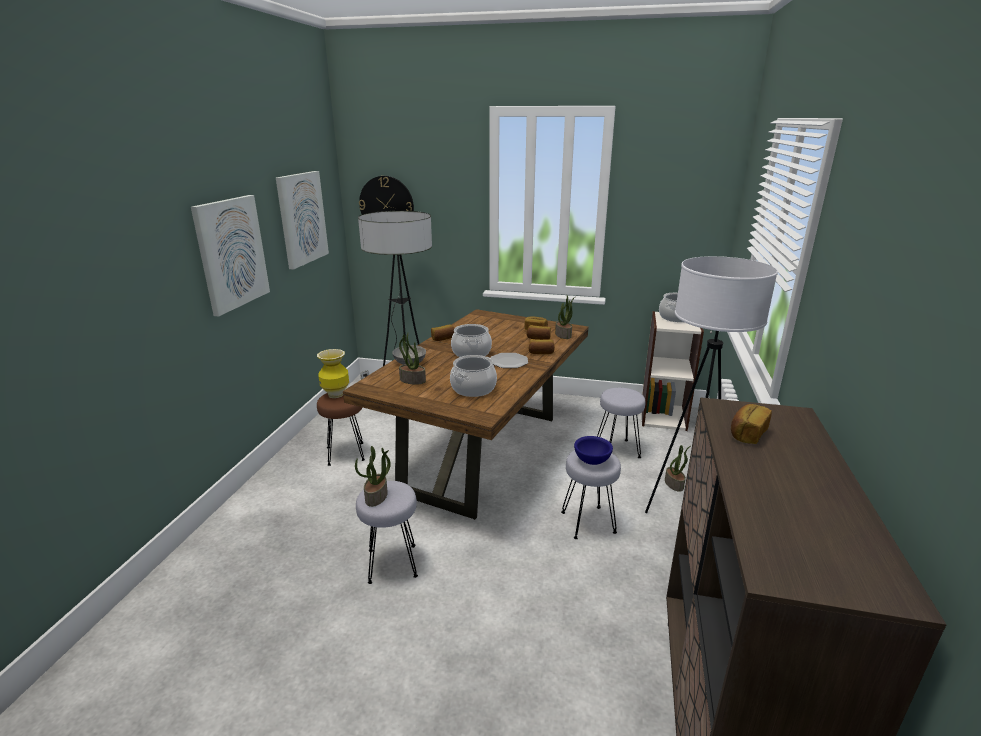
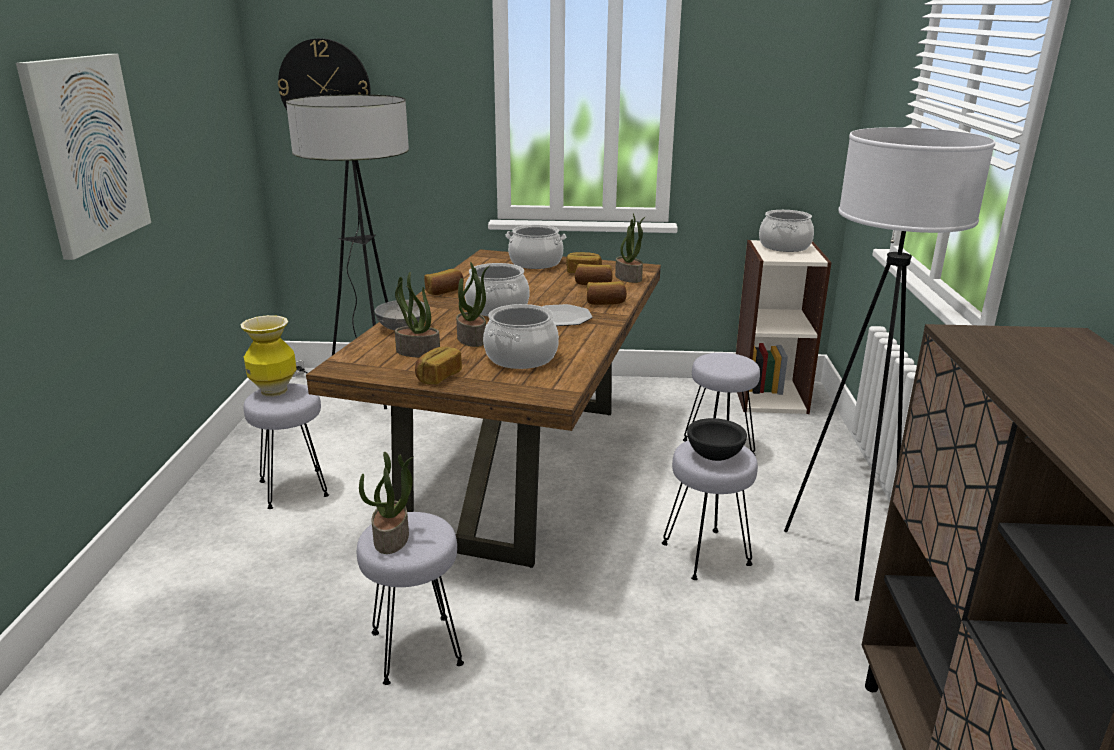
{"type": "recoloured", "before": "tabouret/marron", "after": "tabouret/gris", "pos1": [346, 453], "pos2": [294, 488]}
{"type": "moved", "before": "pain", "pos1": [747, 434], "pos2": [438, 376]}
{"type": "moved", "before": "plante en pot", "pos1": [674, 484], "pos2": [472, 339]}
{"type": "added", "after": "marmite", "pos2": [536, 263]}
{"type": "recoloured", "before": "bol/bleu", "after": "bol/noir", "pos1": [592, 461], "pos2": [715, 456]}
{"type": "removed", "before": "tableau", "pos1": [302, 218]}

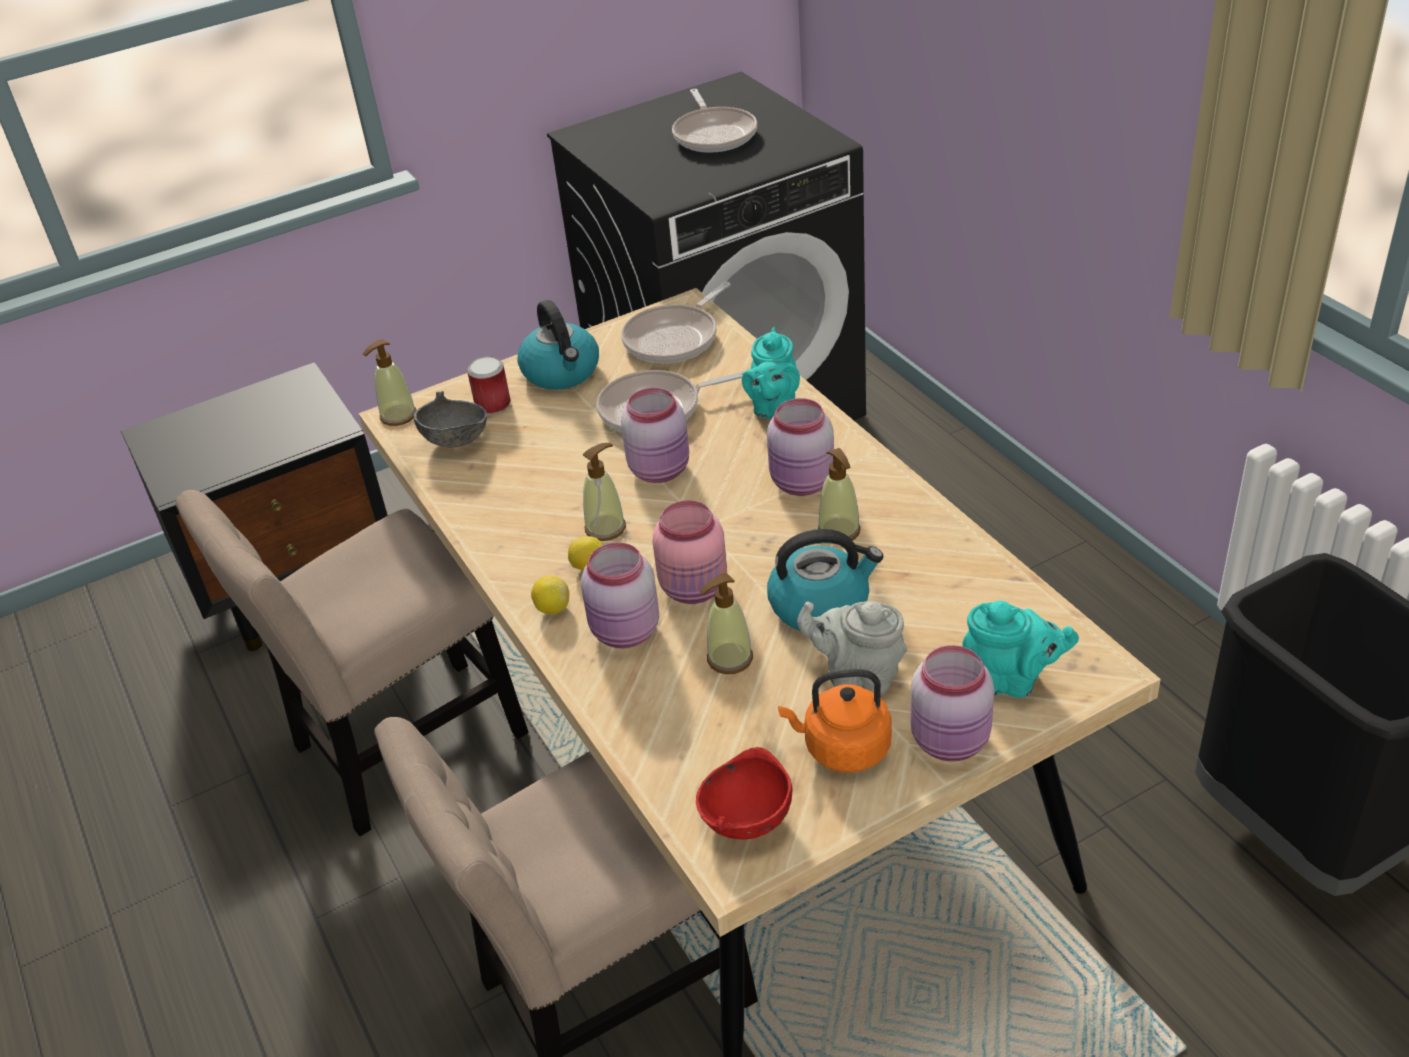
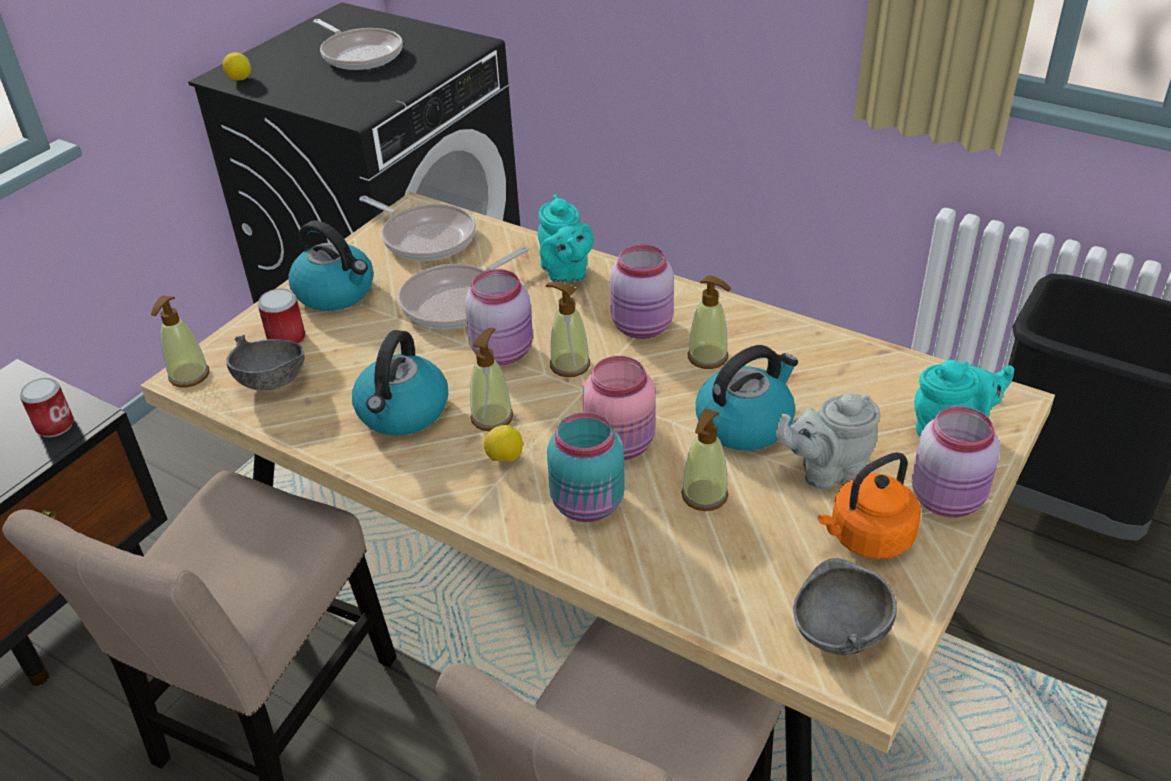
{"type": "added", "after": "boîte métallique", "pos2": [55, 426]}
{"type": "moved", "before": "citron", "pos1": [552, 608], "pos2": [239, 79]}
{"type": "added", "after": "bouilloire", "pos2": [403, 412]}
{"type": "turned", "before": "poêle", "pos1": [675, 338], "pos2": [425, 237], "turn": -60}
{"type": "added", "after": "distributeur de savon", "pos2": [569, 365]}
{"type": "recoloured", "before": "bocal/rose", "after": "bocal/turquoise", "pos1": [626, 632], "pos2": [589, 505]}
{"type": "recoloured", "before": "bol/rouge", "after": "bol/gris", "pos1": [745, 819], "pos2": [838, 633]}

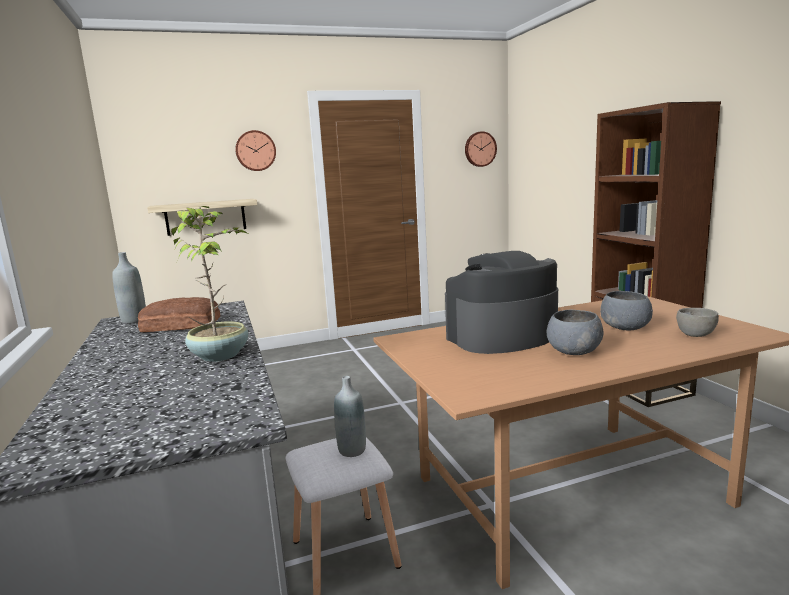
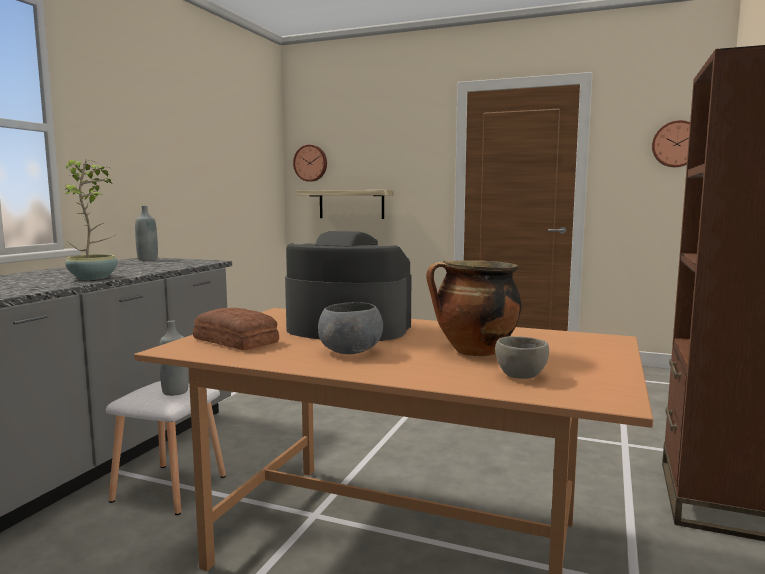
{"type": "moved", "before": "pain", "pos1": [181, 325], "pos2": [236, 340]}
{"type": "moved", "before": "horloge murale", "pos1": [255, 151], "pos2": [311, 163]}
{"type": "replaced", "before": "bol/gris", "after": "marmite", "pos1": [625, 328], "pos2": [474, 352]}

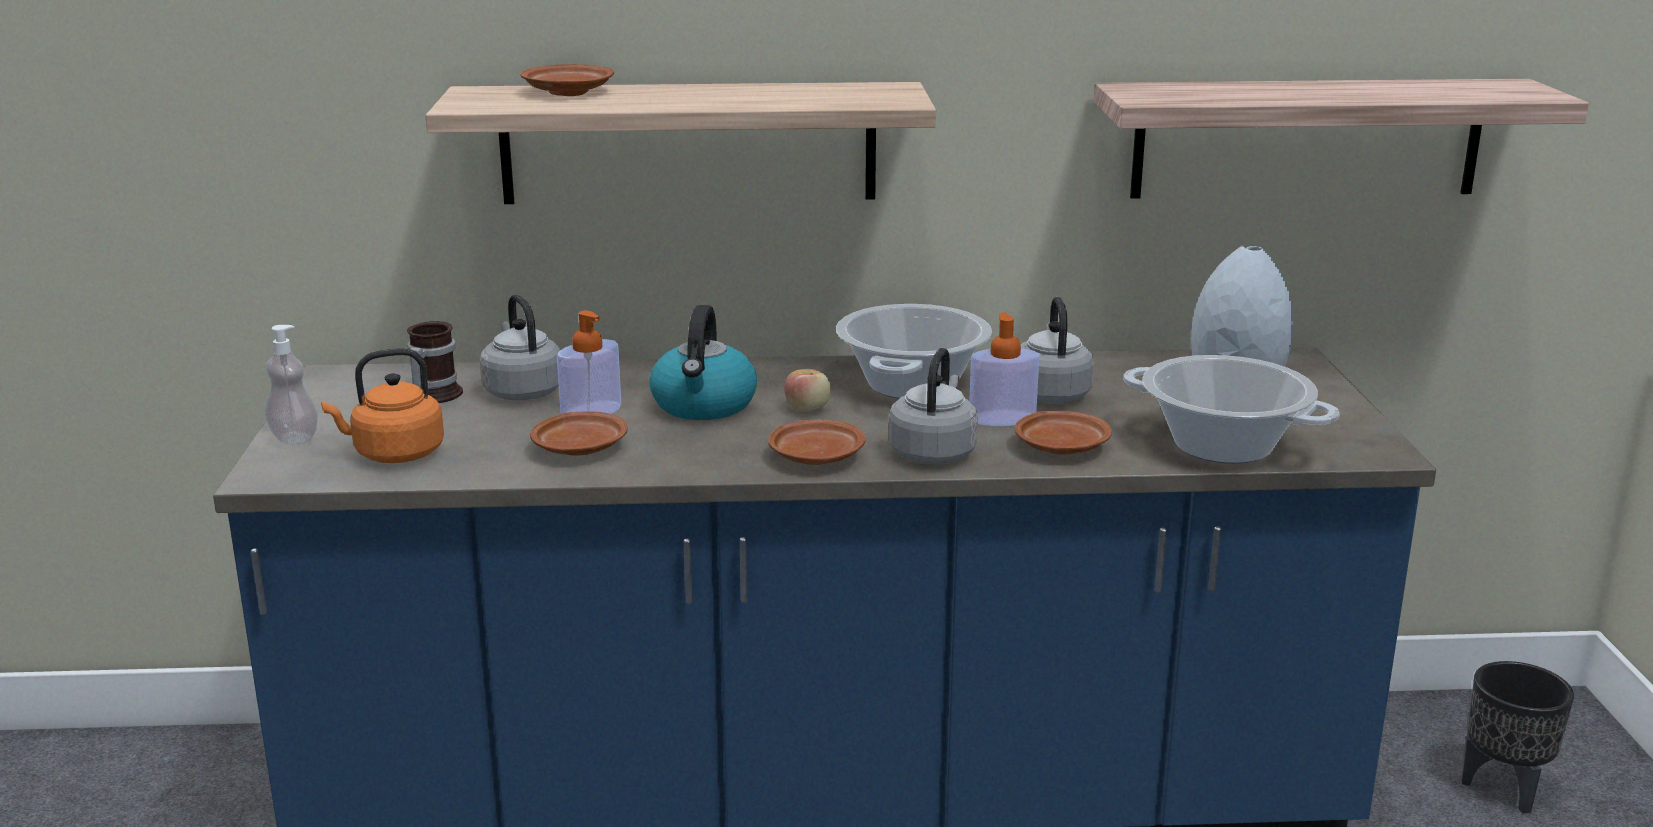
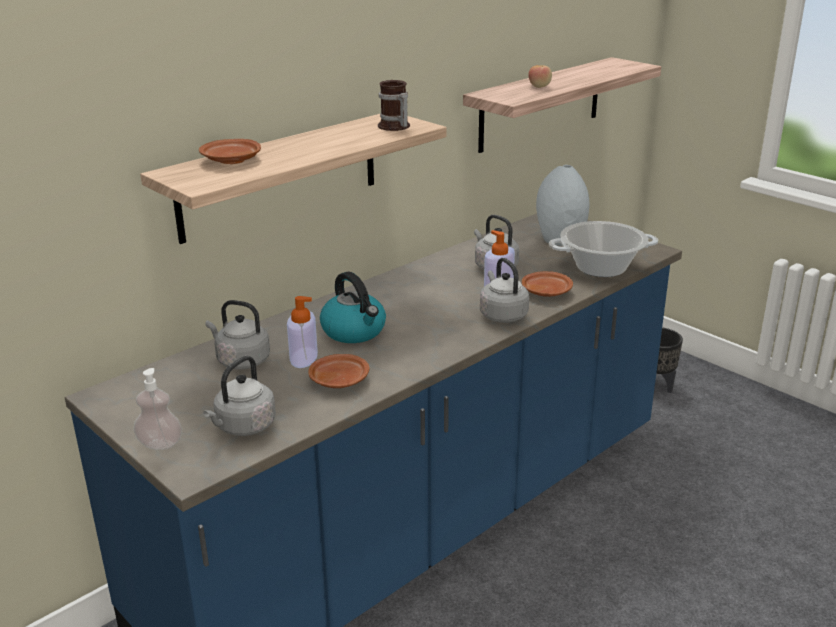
{"type": "recoloured", "before": "bouilloire/orange", "after": "bouilloire/gris", "pos1": [394, 454], "pos2": [243, 427]}
{"type": "moved", "before": "mug", "pos1": [431, 396], "pos2": [394, 127]}
{"type": "moved", "before": "pomme", "pos1": [808, 409], "pos2": [539, 86]}
{"type": "removed", "before": "assiette/marron", "pos1": [817, 457]}
{"type": "removed", "before": "marmite", "pos1": [913, 385]}

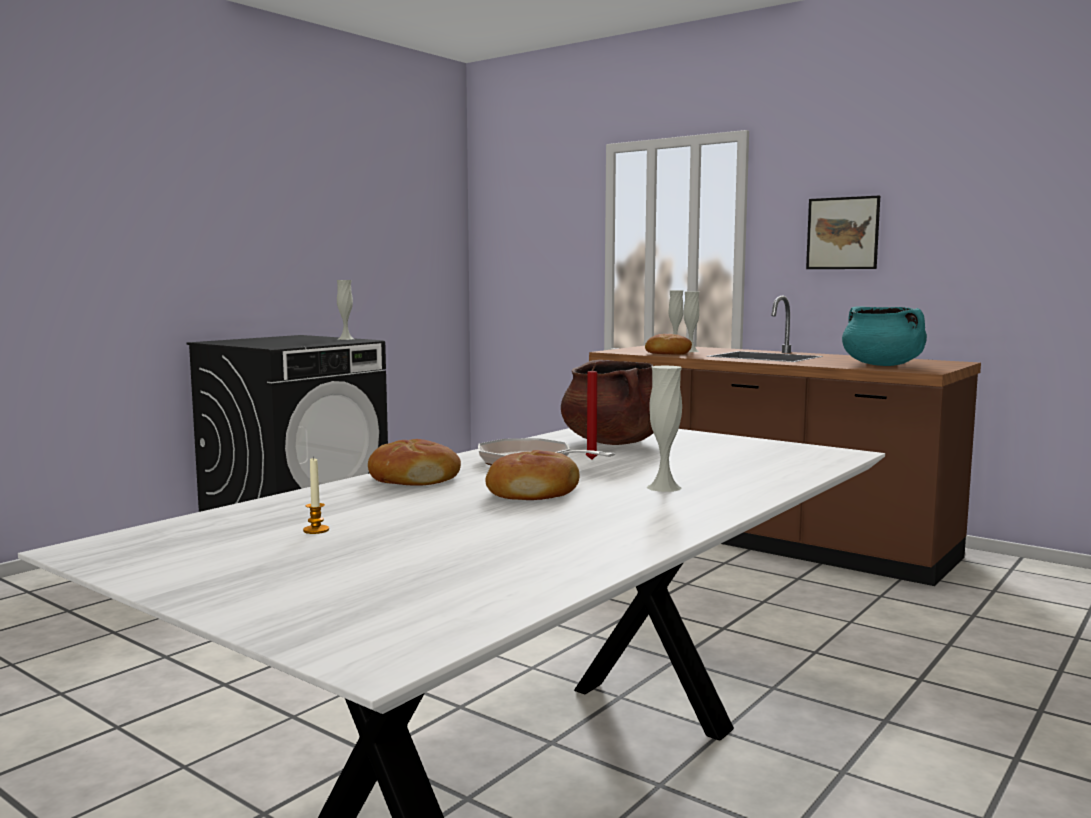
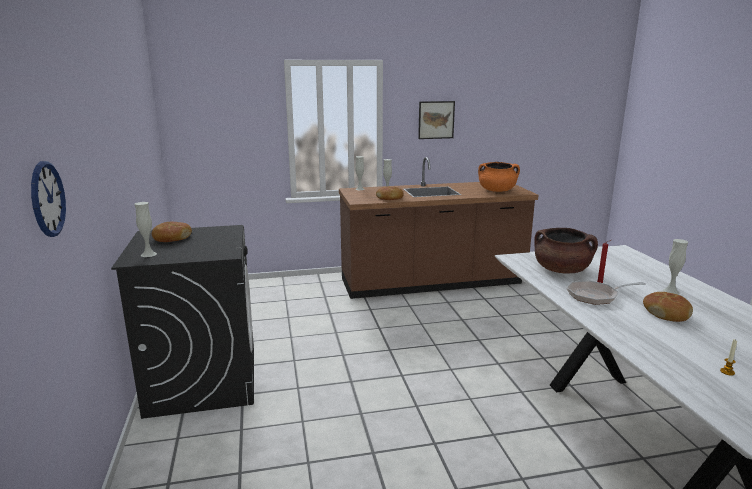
{"type": "added", "after": "horloge murale", "pos2": [47, 199]}
{"type": "moved", "before": "vase/blanc", "pos1": [346, 339], "pos2": [148, 254]}
{"type": "moved", "before": "pain", "pos1": [413, 478], "pos2": [172, 238]}
{"type": "recoloured", "before": "marmite/turquoise", "after": "marmite/orange", "pos1": [883, 365], "pos2": [497, 191]}

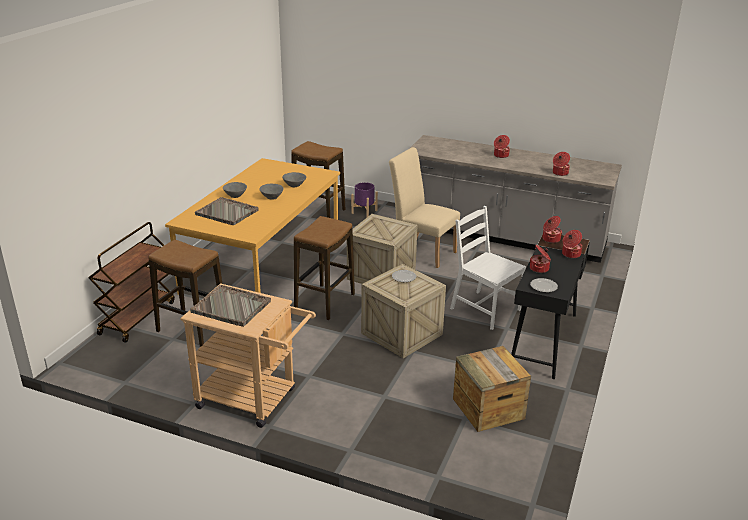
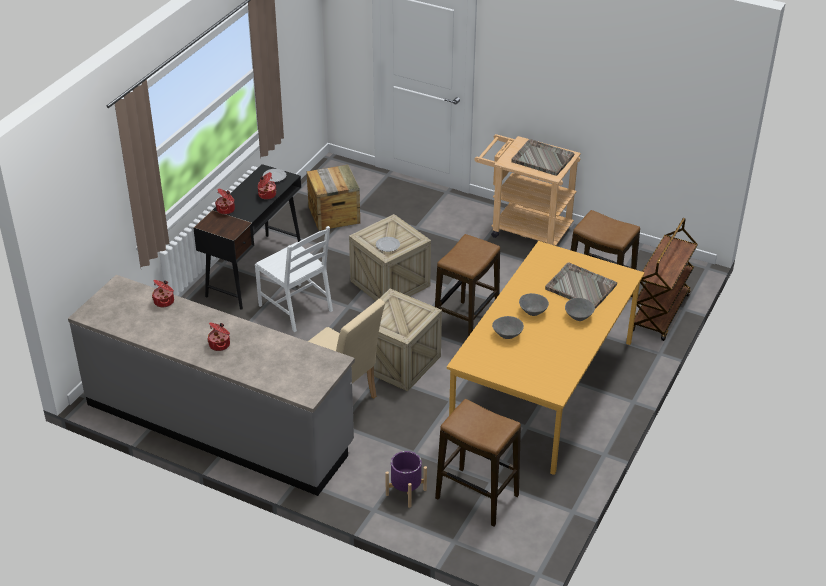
{"type": "removed", "before": "marmite", "pos1": [550, 239]}

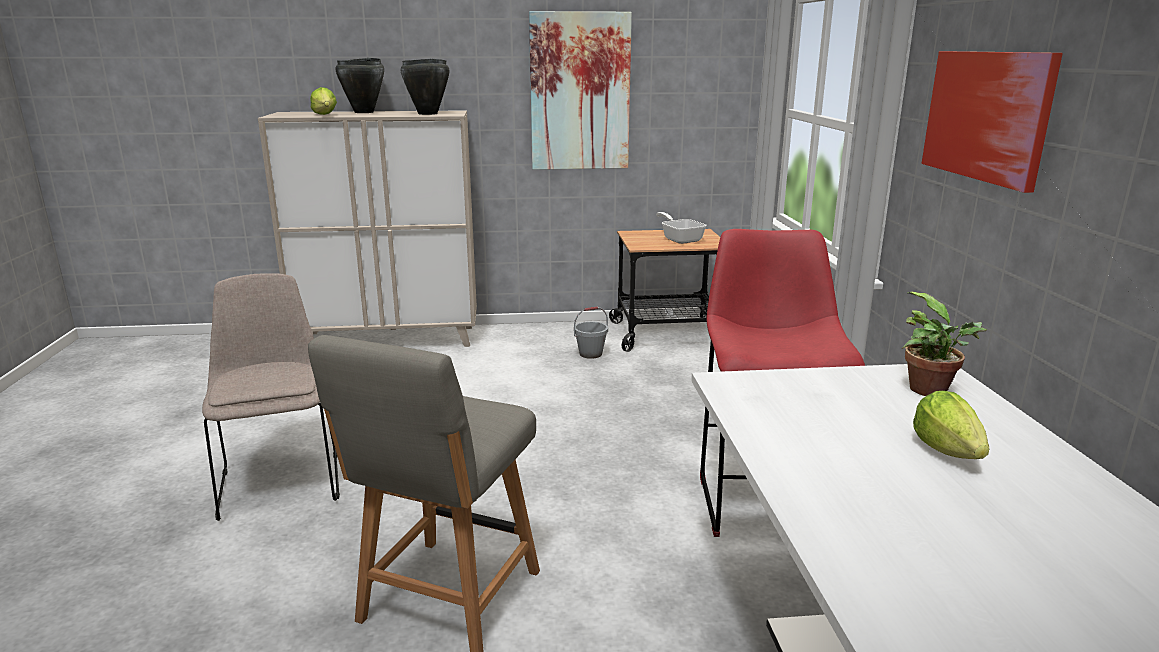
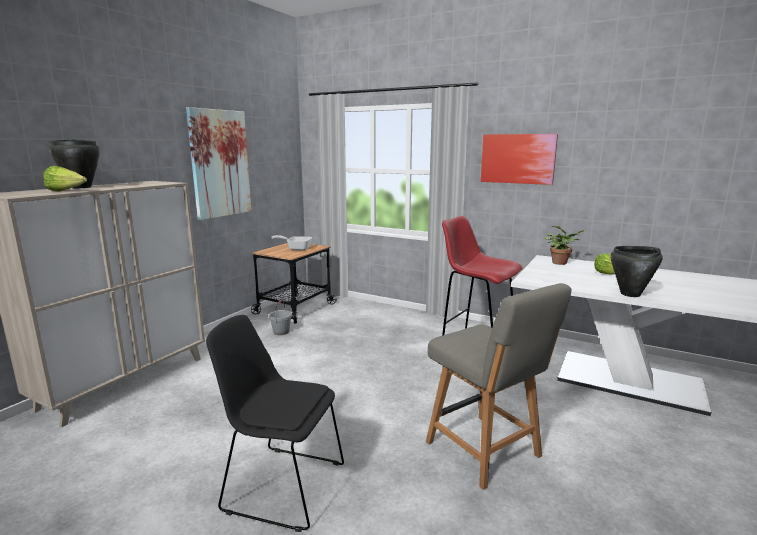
{"type": "recoloured", "before": "chaise/beige", "after": "chaise/noir", "pos1": [280, 481], "pos2": [281, 485]}
{"type": "moved", "before": "marmite/noir", "pos1": [427, 114], "pos2": [630, 294]}

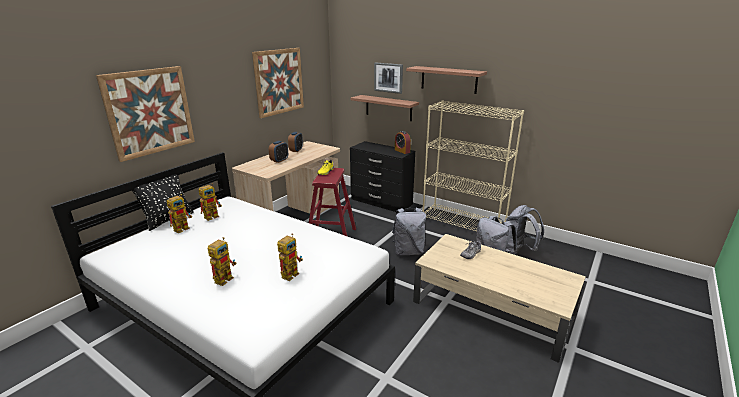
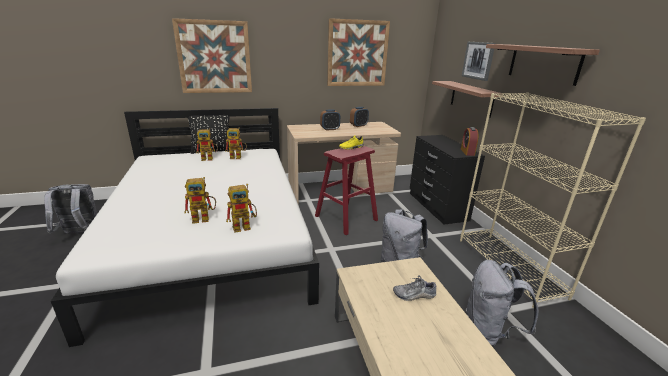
{"type": "moved", "before": "sac à dos/gris", "pos1": [518, 251], "pos2": [80, 234]}
{"type": "moved", "before": "robot jouet", "pos1": [225, 277], "pos2": [245, 226]}

